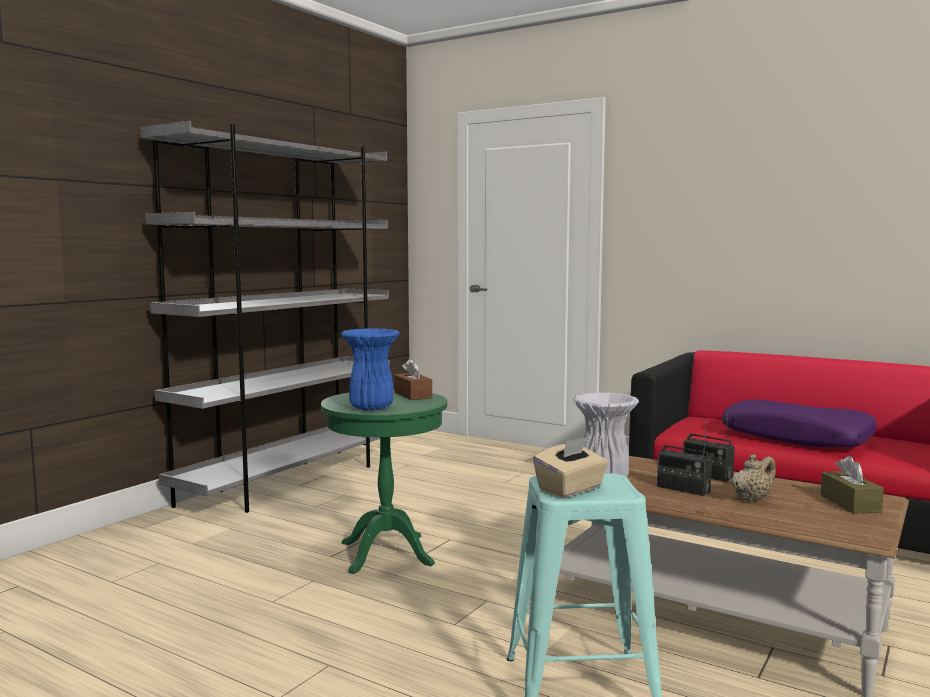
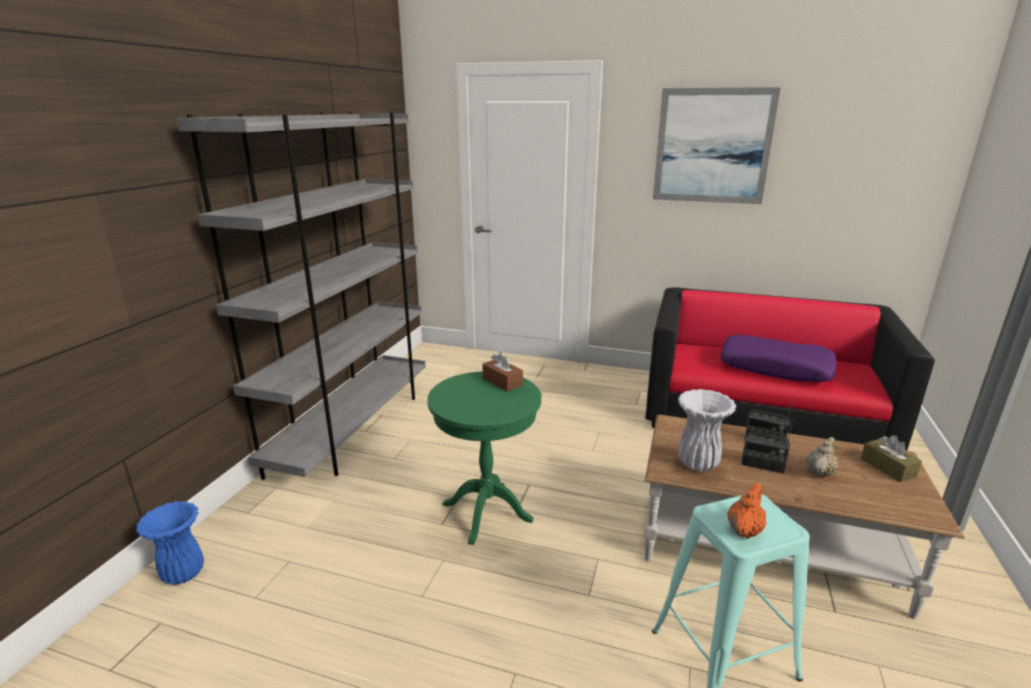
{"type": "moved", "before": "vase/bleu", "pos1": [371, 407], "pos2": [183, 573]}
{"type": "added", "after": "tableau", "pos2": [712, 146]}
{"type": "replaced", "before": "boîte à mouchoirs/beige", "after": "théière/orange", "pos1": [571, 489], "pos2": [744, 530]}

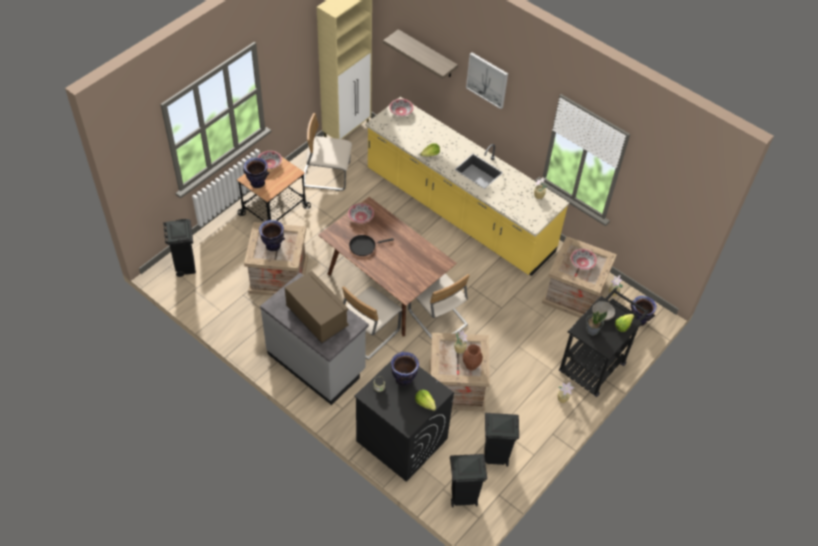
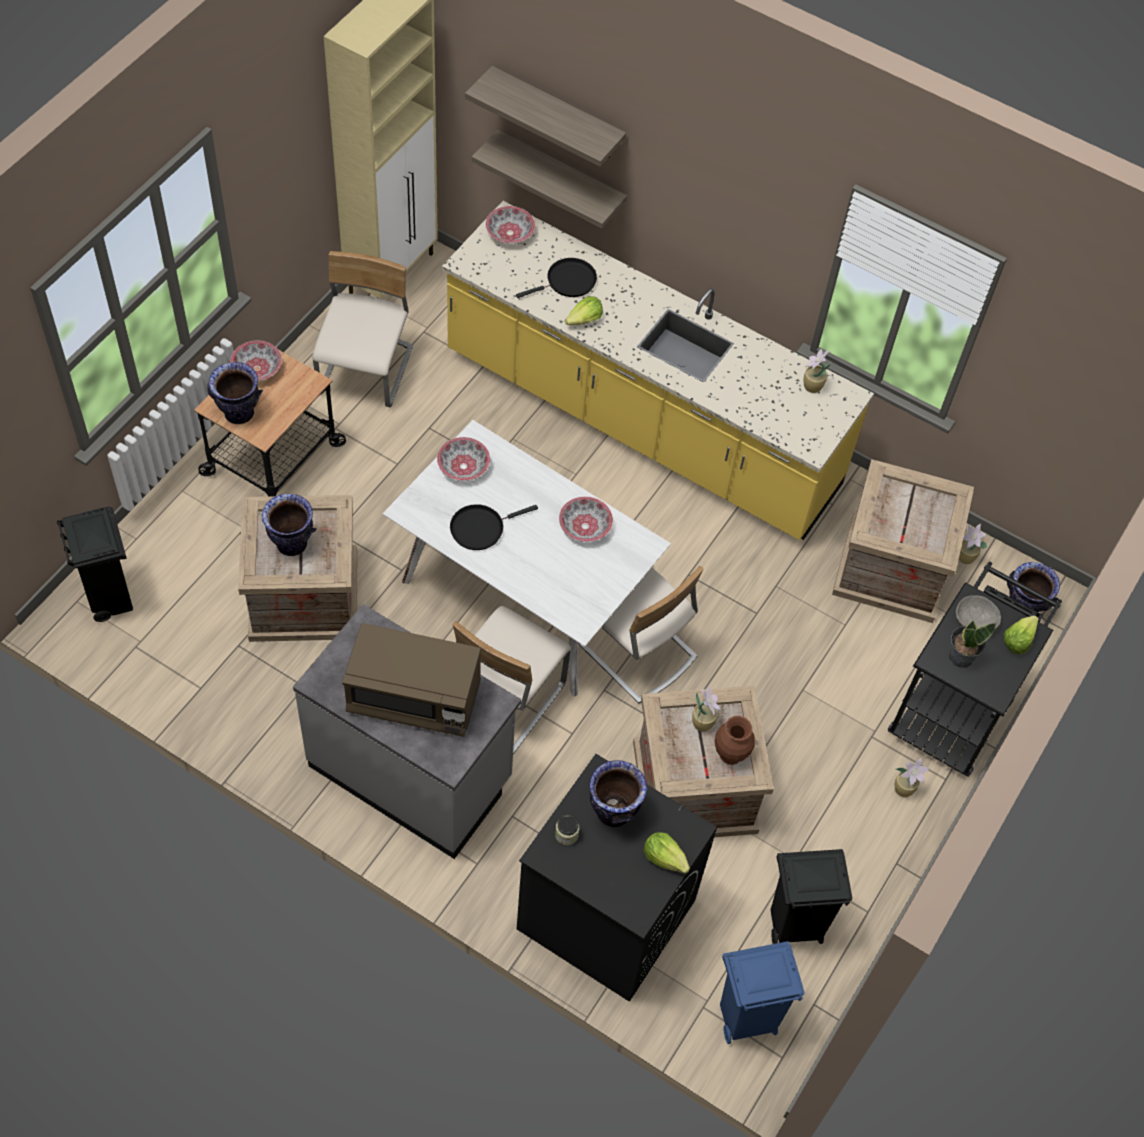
{"type": "turned", "before": "chaise/beige", "pos1": [326, 175], "pos2": [366, 371], "turn": 105}
{"type": "turned", "before": "micro-ondes/marron", "pos1": [317, 317], "pos2": [414, 697], "turn": 150}
{"type": "recoloured", "before": "table à manger/marron", "after": "table à manger/blanc", "pos1": [384, 288], "pos2": [521, 598]}
{"type": "added", "after": "étagère", "pos2": [560, 176]}
{"type": "added", "after": "poêle/noir", "pos2": [568, 282]}
{"type": "moved", "before": "bol", "pos1": [582, 263], "pos2": [585, 526]}
{"type": "recoloured", "before": "poubelle/noir", "after": "poubelle/bleu", "pos1": [462, 497], "pos2": [744, 1020]}
{"type": "removed", "before": "tableau", "pos1": [487, 80]}

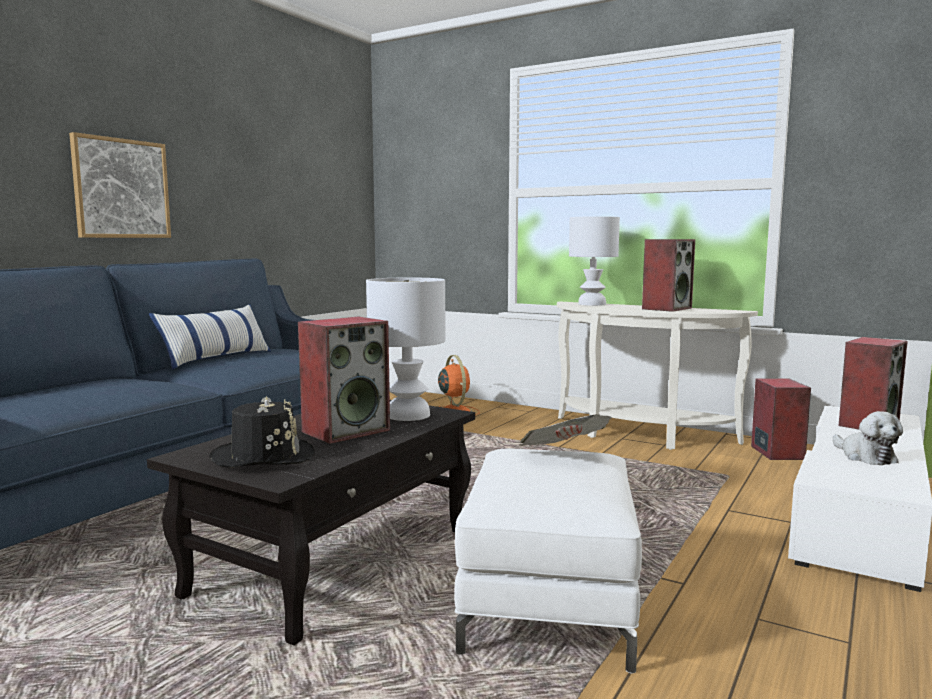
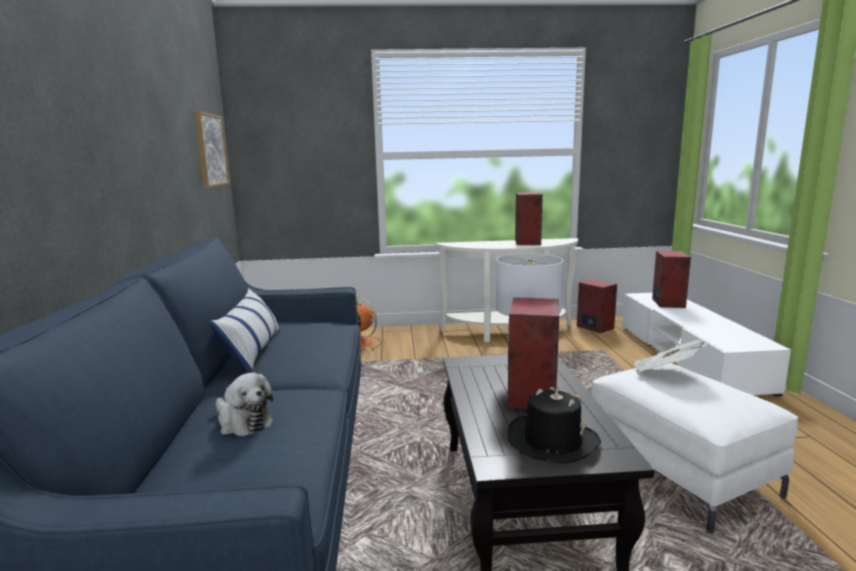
{"type": "moved", "before": "tableau", "pos1": [121, 188], "pos2": [210, 150]}
{"type": "moved", "before": "peluche", "pos1": [865, 456], "pos2": [243, 422]}
{"type": "removed", "before": "lampe de table/blanc", "pos1": [591, 304]}

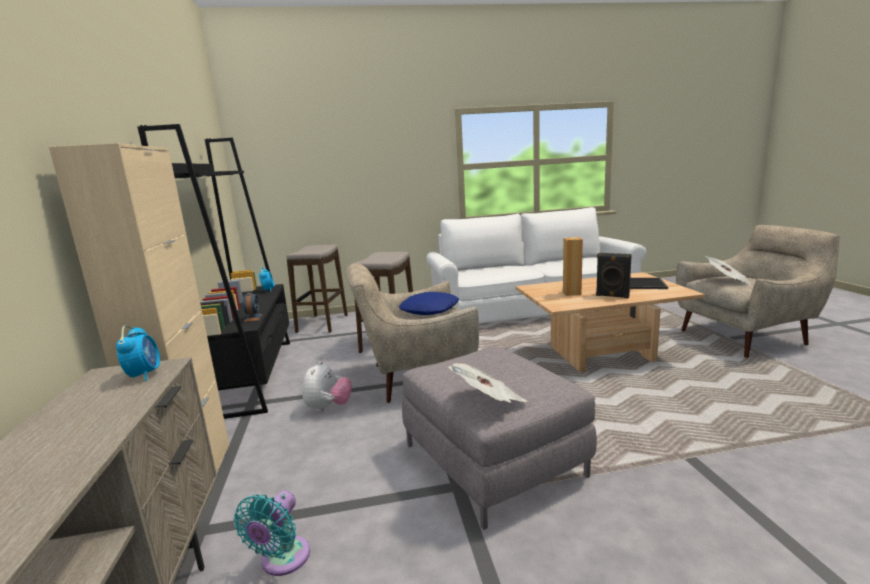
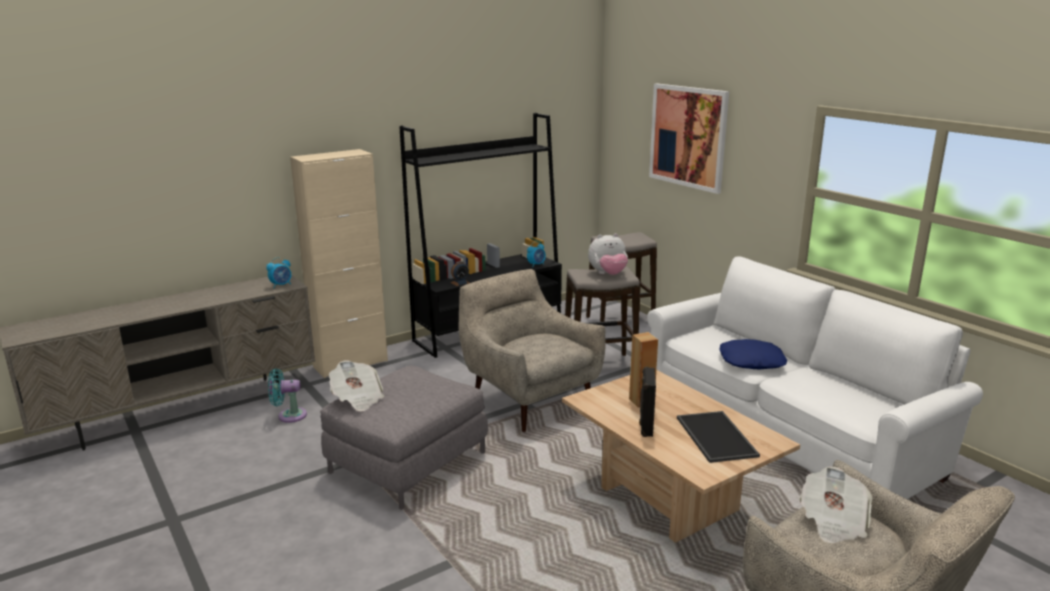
{"type": "moved", "before": "peluche", "pos1": [328, 407], "pos2": [608, 274]}
{"type": "added", "after": "tableau", "pos2": [688, 136]}
{"type": "moved", "before": "coussin/bleu", "pos1": [429, 310], "pos2": [751, 361]}

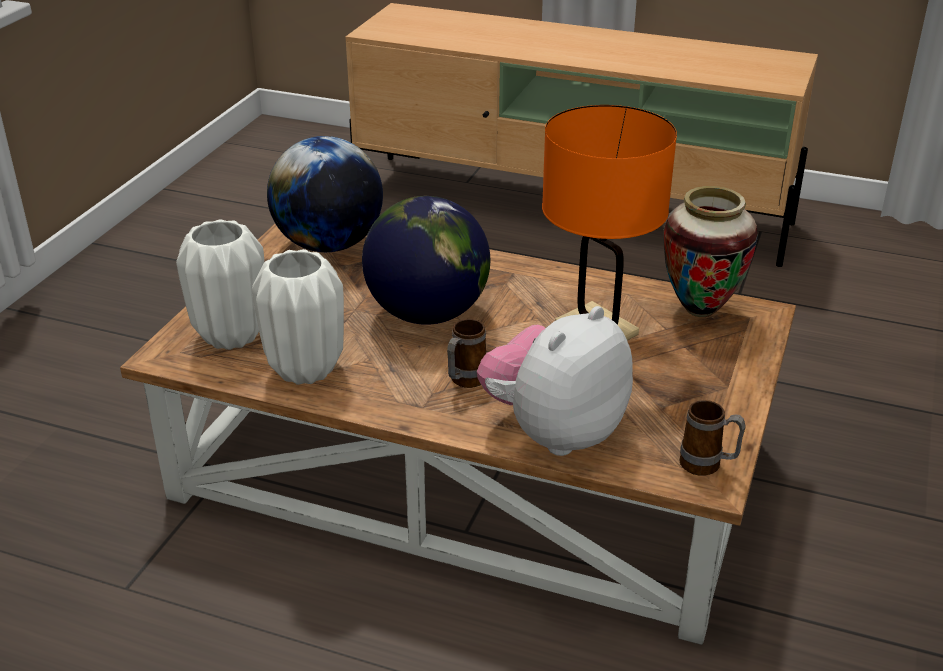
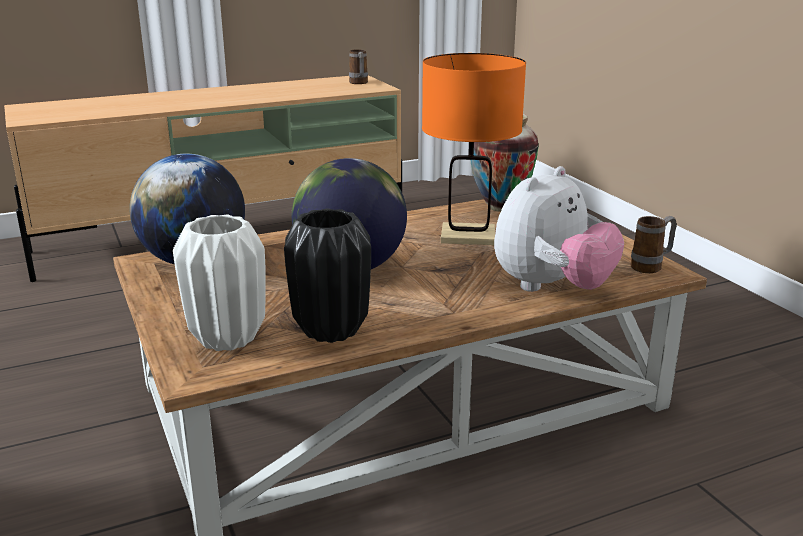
{"type": "recoloured", "before": "vase/blanc", "after": "vase/noir", "pos1": [305, 370], "pos2": [331, 331]}
{"type": "moved", "before": "mug", "pos1": [464, 382], "pos2": [359, 83]}
{"type": "turned", "before": "peluche", "pos1": [554, 432], "pos2": [552, 288], "turn": -135}

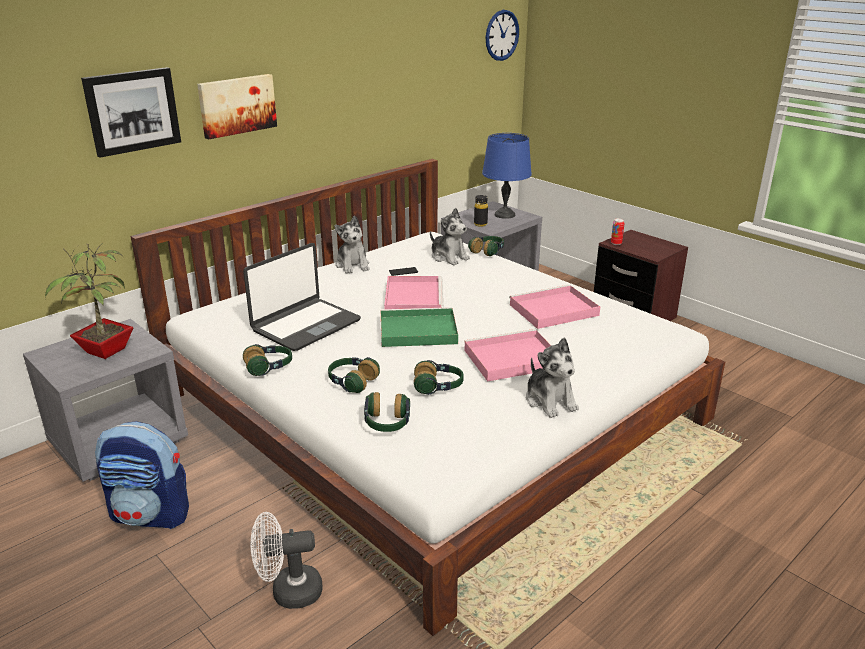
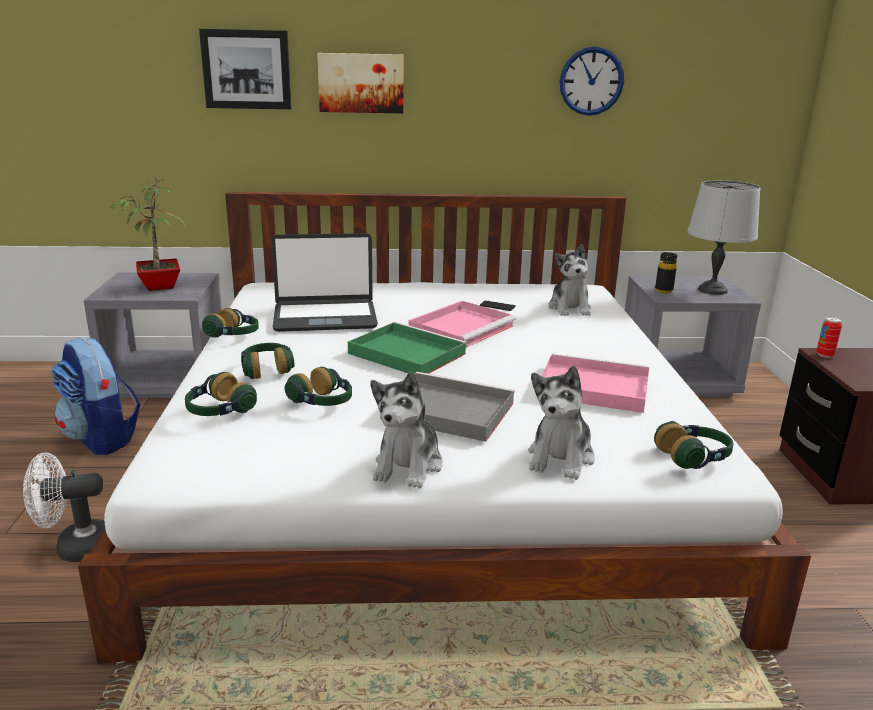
{"type": "turned", "before": "ventilateur/blanc", "pos1": [288, 592], "pos2": [76, 548], "turn": -45}
{"type": "recoloured", "before": "plateau/rose", "after": "plateau/gris", "pos1": [510, 359], "pos2": [445, 411]}
{"type": "moved", "before": "peluche", "pos1": [353, 265], "pos2": [561, 457]}
{"type": "moved", "before": "horloge murale", "pos1": [502, 35], "pos2": [591, 81]}
{"type": "moved", "before": "casque audio", "pos1": [488, 251], "pos2": [693, 458]}
{"type": "recoloured", "before": "lampe de table/bleu", "after": "lampe de table/gris", "pos1": [504, 215], "pos2": [711, 290]}

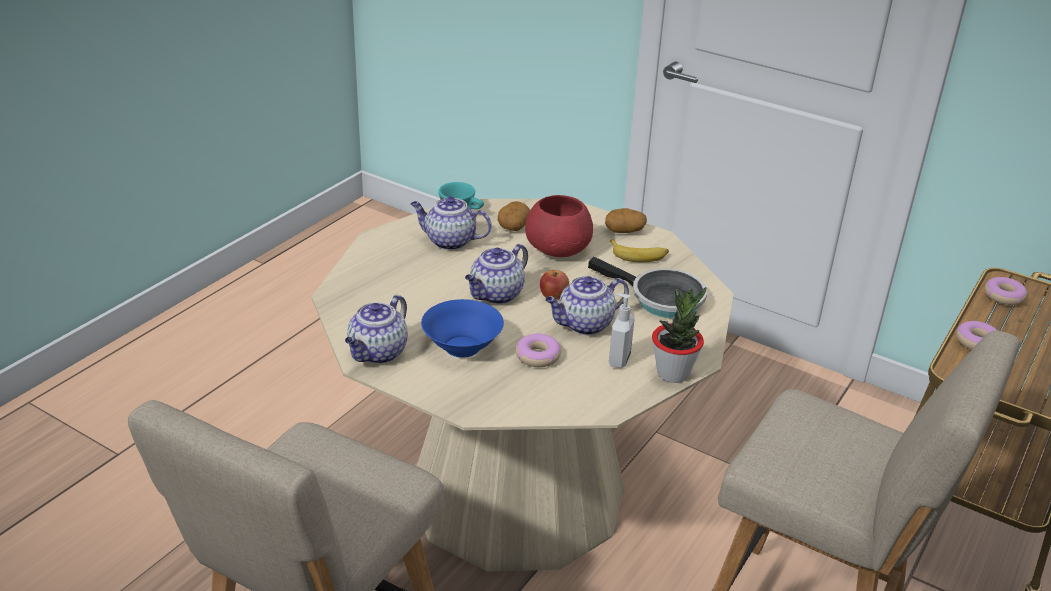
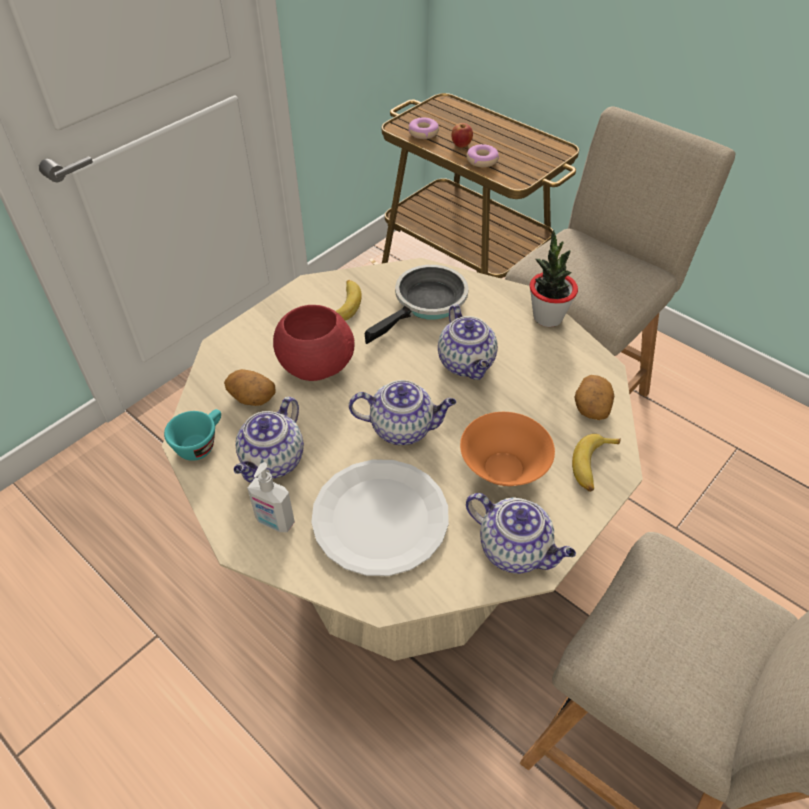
{"type": "moved", "before": "distributeur de savon", "pos1": [618, 360], "pos2": [274, 522]}
{"type": "added", "after": "assiette/blanc", "pos2": [380, 518]}
{"type": "turned", "before": "théière", "pos1": [496, 295], "pos2": [403, 428], "turn": -45}
{"type": "moved", "before": "pomme", "pos1": [553, 297], "pos2": [461, 145]}
{"type": "recoloured", "before": "bol/bleu", "after": "bol/orange", "pos1": [463, 347], "pos2": [504, 467]}
{"type": "added", "after": "banane", "pos2": [593, 466]}
{"type": "moved", "before": "pomme de terre", "pos1": [625, 230], "pos2": [591, 406]}
{"type": "removed", "before": "beignet", "pos1": [538, 356]}

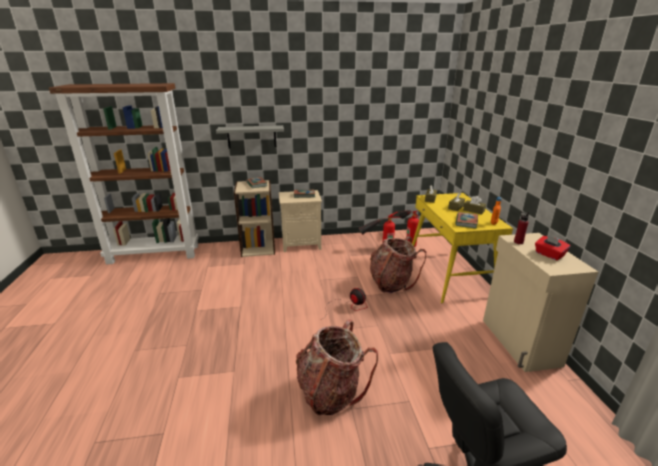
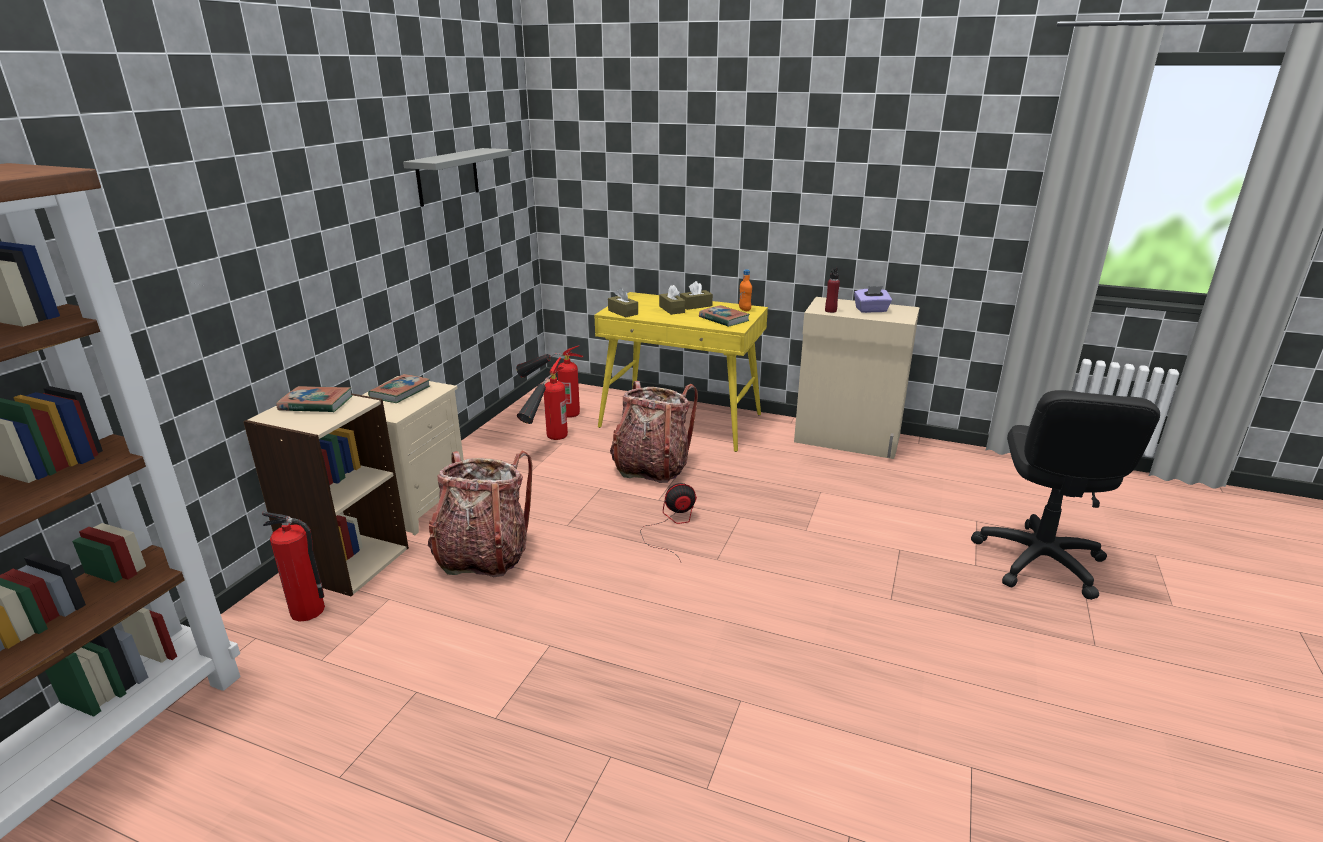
{"type": "added", "after": "extincteur", "pos2": [308, 610]}
{"type": "moved", "before": "étagère/gris", "pos1": [251, 136], "pos2": [448, 176]}
{"type": "moved", "before": "sac à dos", "pos1": [330, 392], "pos2": [483, 555]}
{"type": "recoloured", "before": "boîte à mouchoirs/rouge", "after": "boîte à mouchoirs/violet", "pos1": [549, 255], "pos2": [871, 310]}

